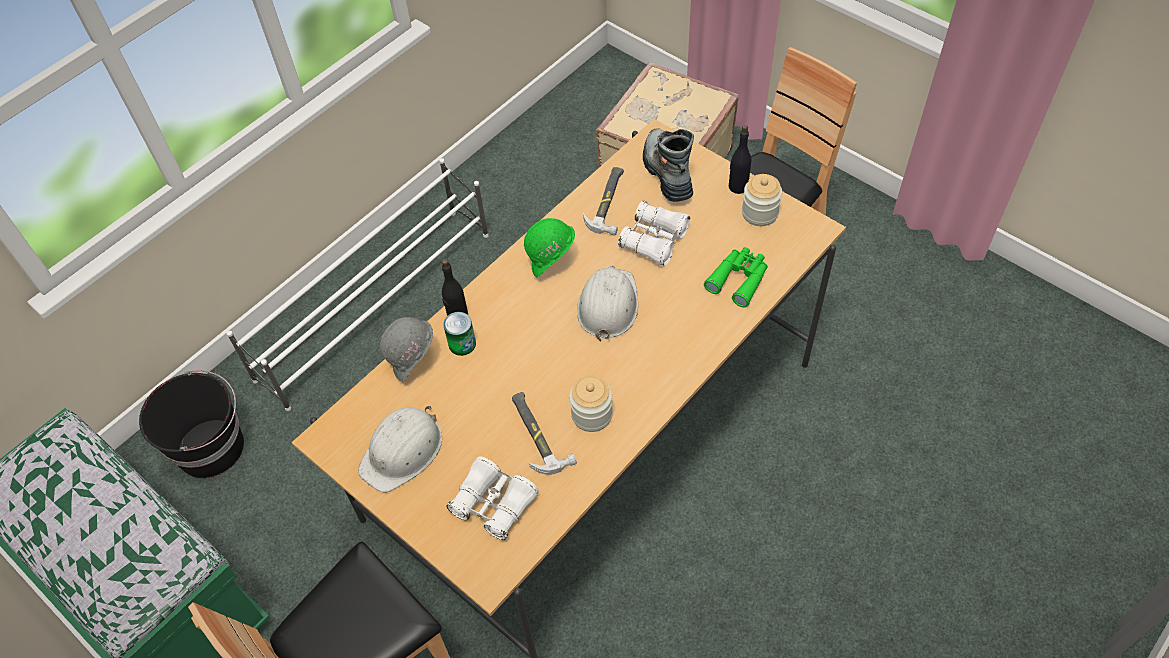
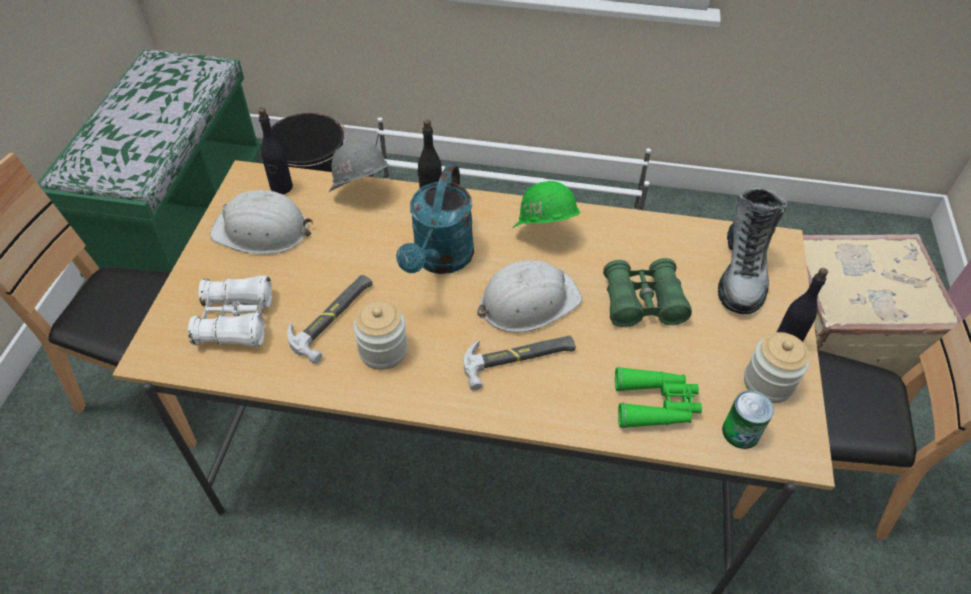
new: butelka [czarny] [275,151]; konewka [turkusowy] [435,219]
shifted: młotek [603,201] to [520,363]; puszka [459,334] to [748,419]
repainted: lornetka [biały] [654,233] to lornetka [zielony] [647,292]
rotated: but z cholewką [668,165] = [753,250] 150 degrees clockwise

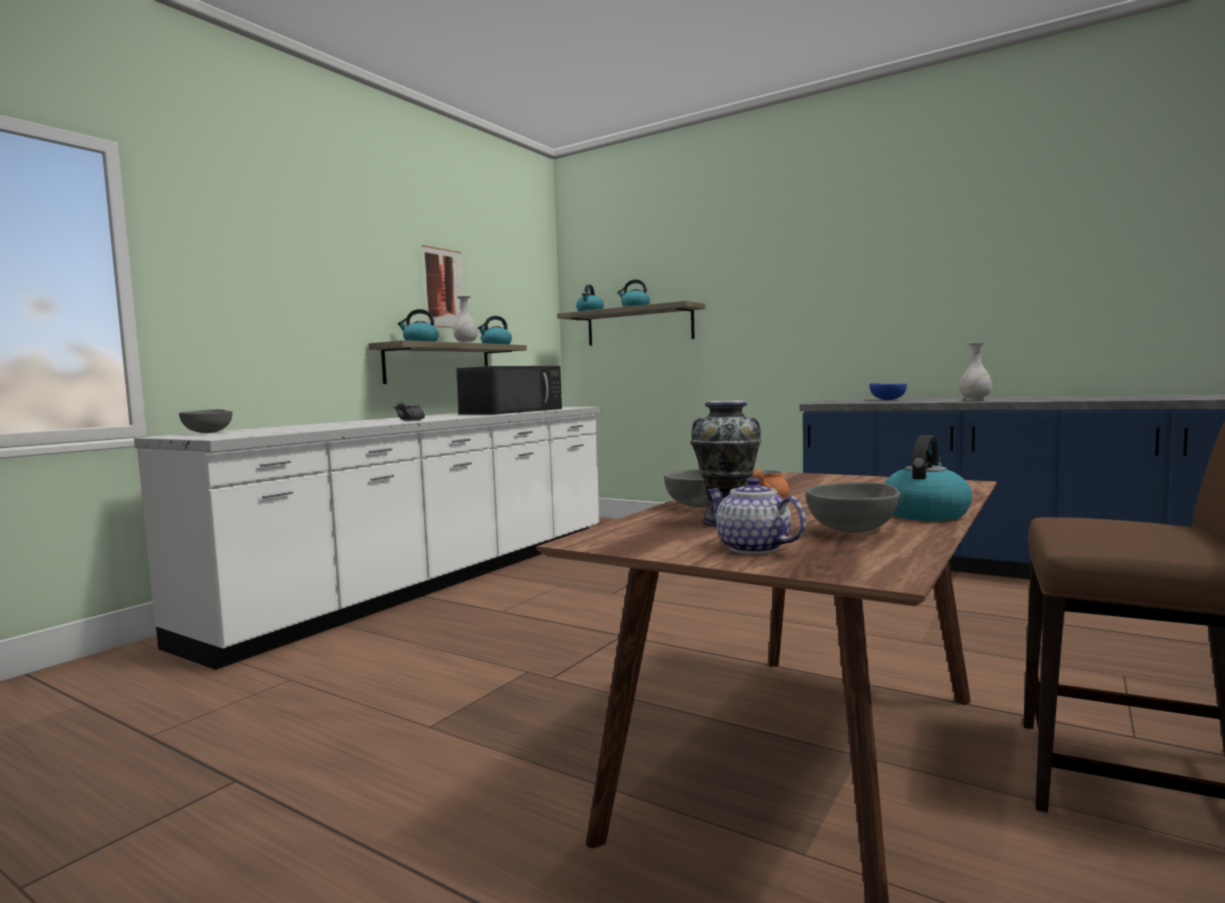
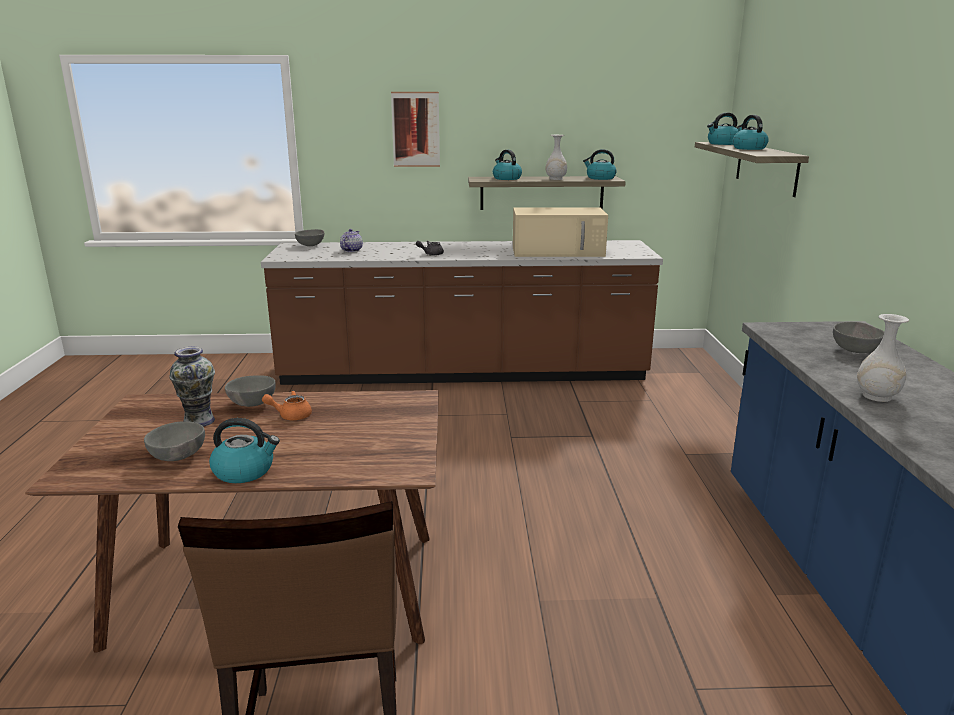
shifted: imbryk [756,515] to [351,240]; obraz [442,286] to [415,129]
repainted: zabudowa kuchenna [biały] [367,538] to zabudowa kuchenna [brązowy] [462,312]; mikrofalówka [czarny] [509,390] to mikrofalówka [beżowy] [560,232]; miska [niebieski] [888,391] to miska [szary] [858,337]

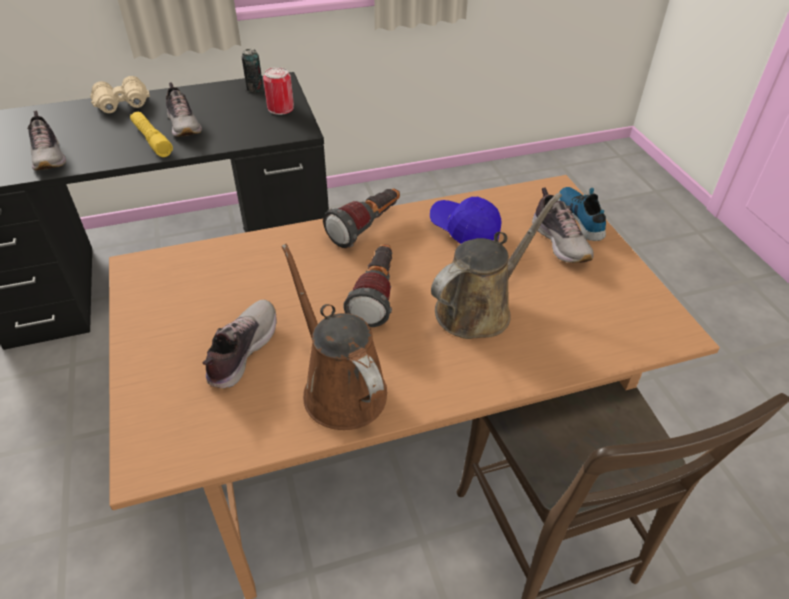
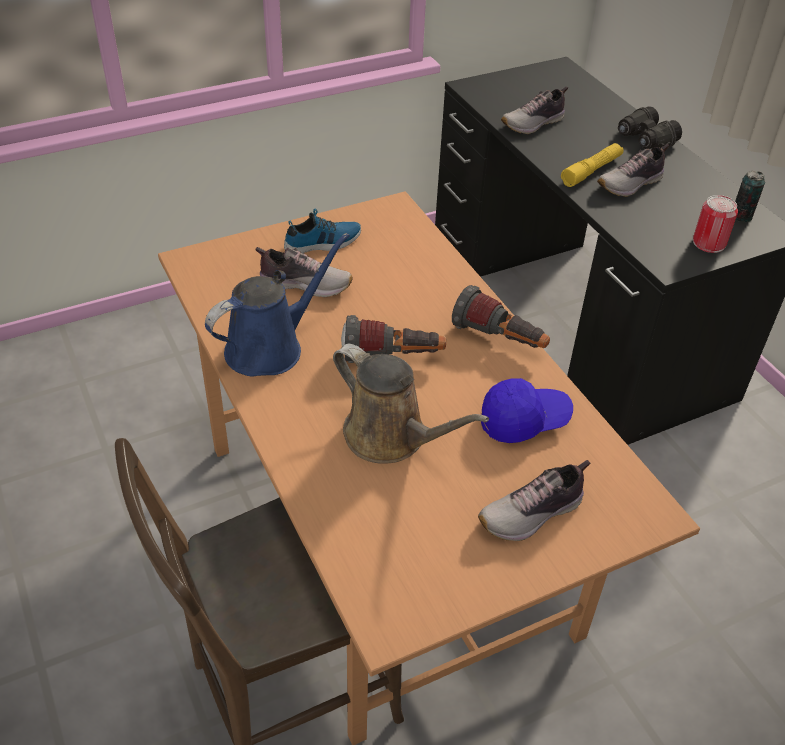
shifted: but [582,214] to [322,231]
repainted: konewka [brązowy] [334,337] to konewka [niebieski] [277,304]; lornetka [beżowy] [120,94] to lornetka [czarny] [650,127]
rotated: czapka z daszkiem [niebieski] [465,220] = [527,410] 45 degrees clockwise

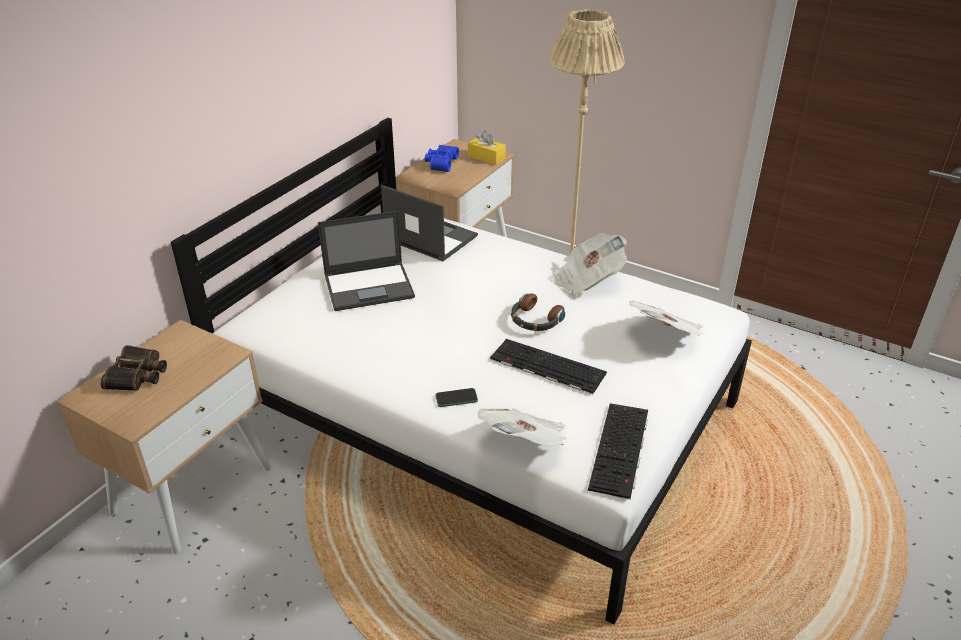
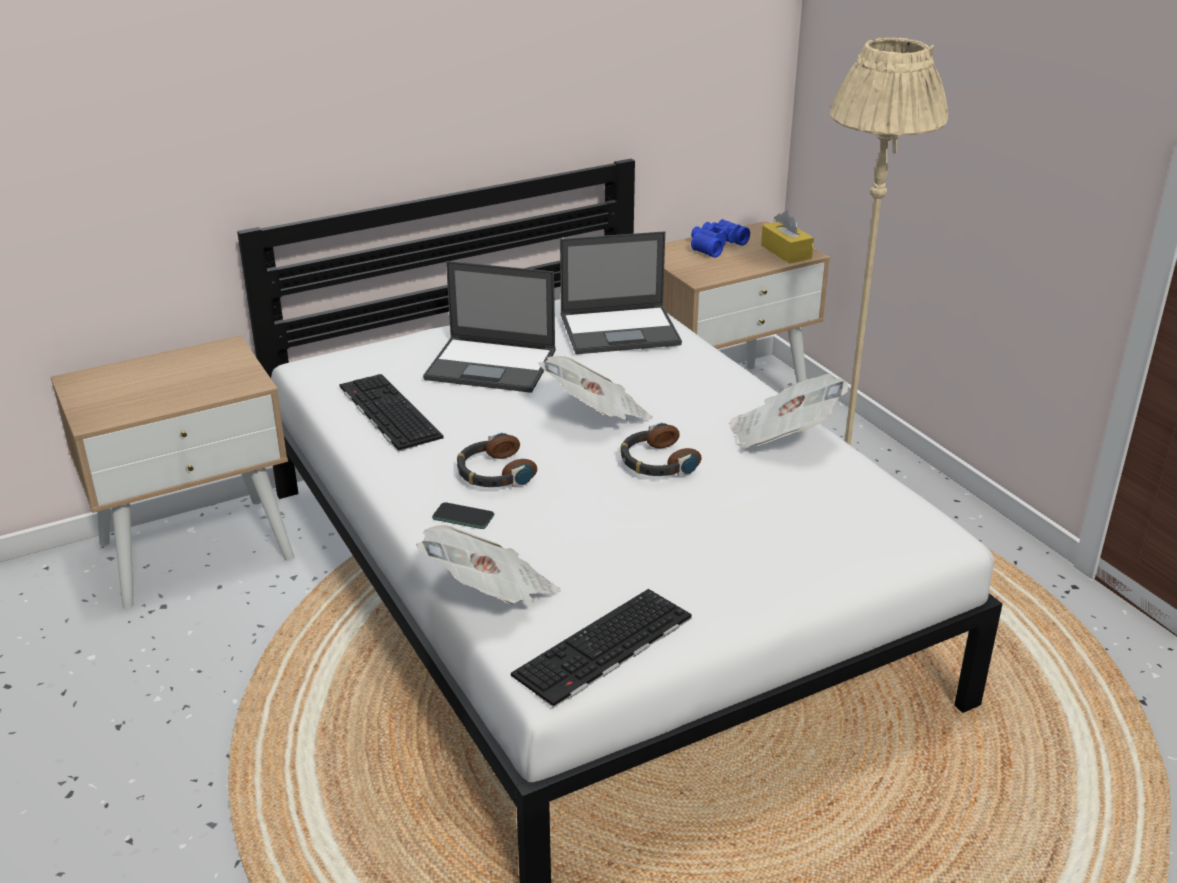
gone: lornetka [133,368]
new: słuchawki [497,460]
shifted: klawiatura [548,366] to [391,413]; gazeta [666,318] to [595,388]
rotated: laptop [429,223] = [621,292] 105 degrees clockwise

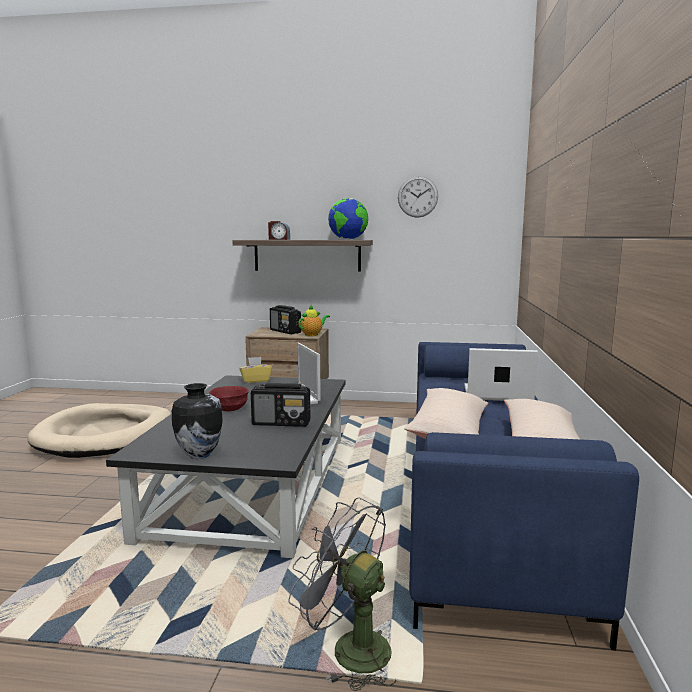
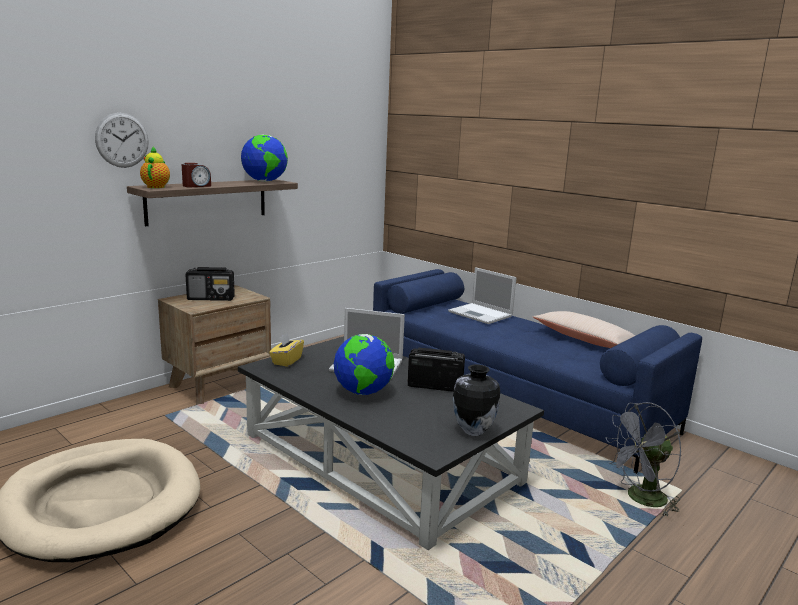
gone: poduszka [beżowy] [446,413]
shifted: zegar ścienny [418,197] to [122,140]; imbryk [314,320] to [155,167]
swapped: miska [czerwony] [229,398] to globus [364,364]
rotated: radio [280,405] = [436,370] 120 degrees counterclockwise; laptop [501,374] = [482,295] 90 degrees counterclockwise

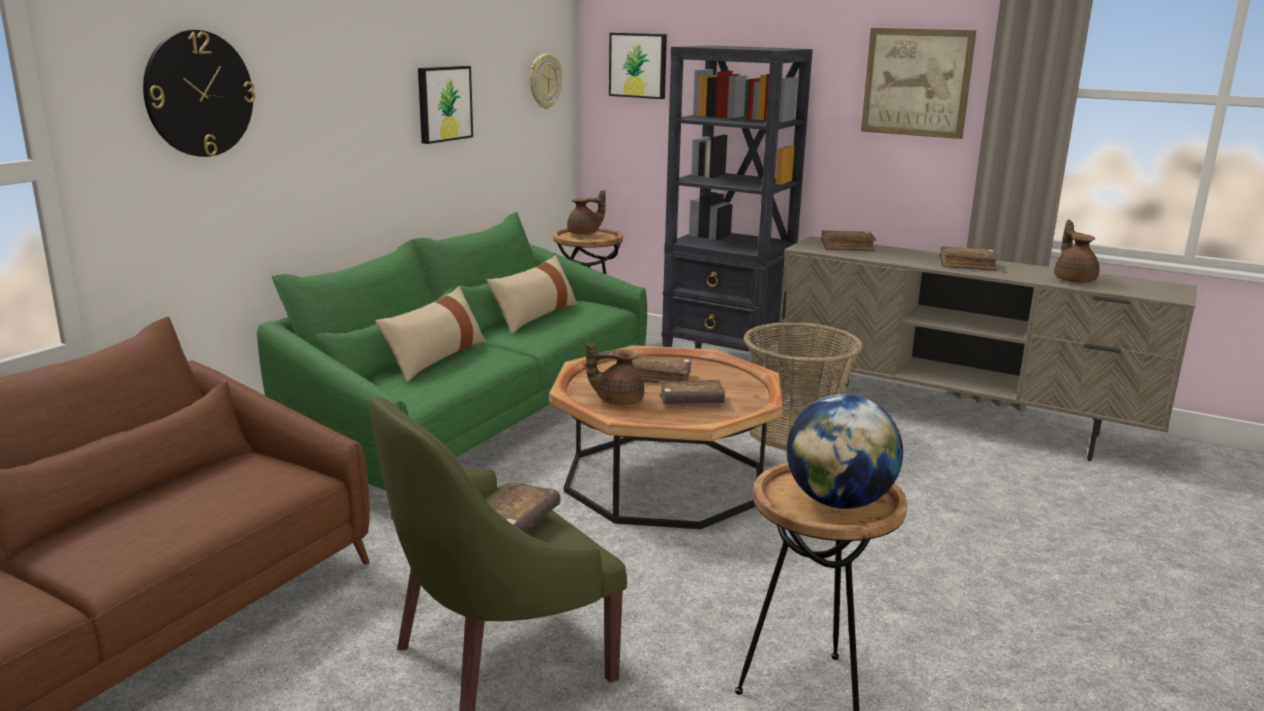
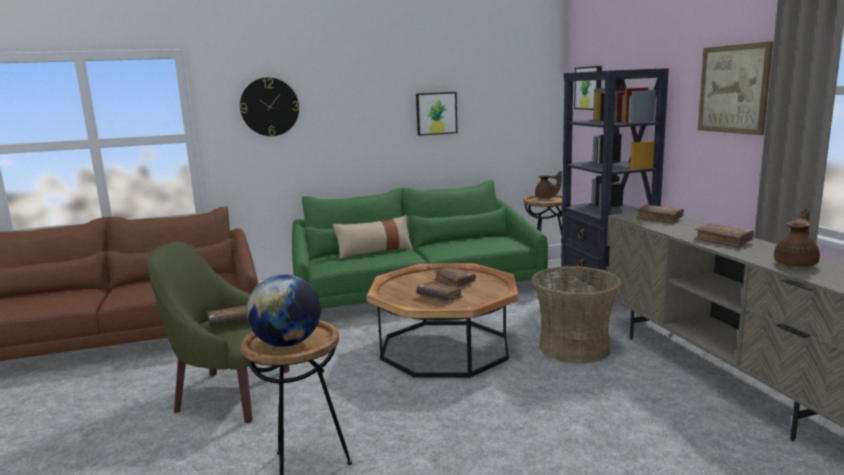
gone: poduszka [beżowy] [532,294]; zegar ścienny [546,81]; imbryk [brązowy] [615,374]

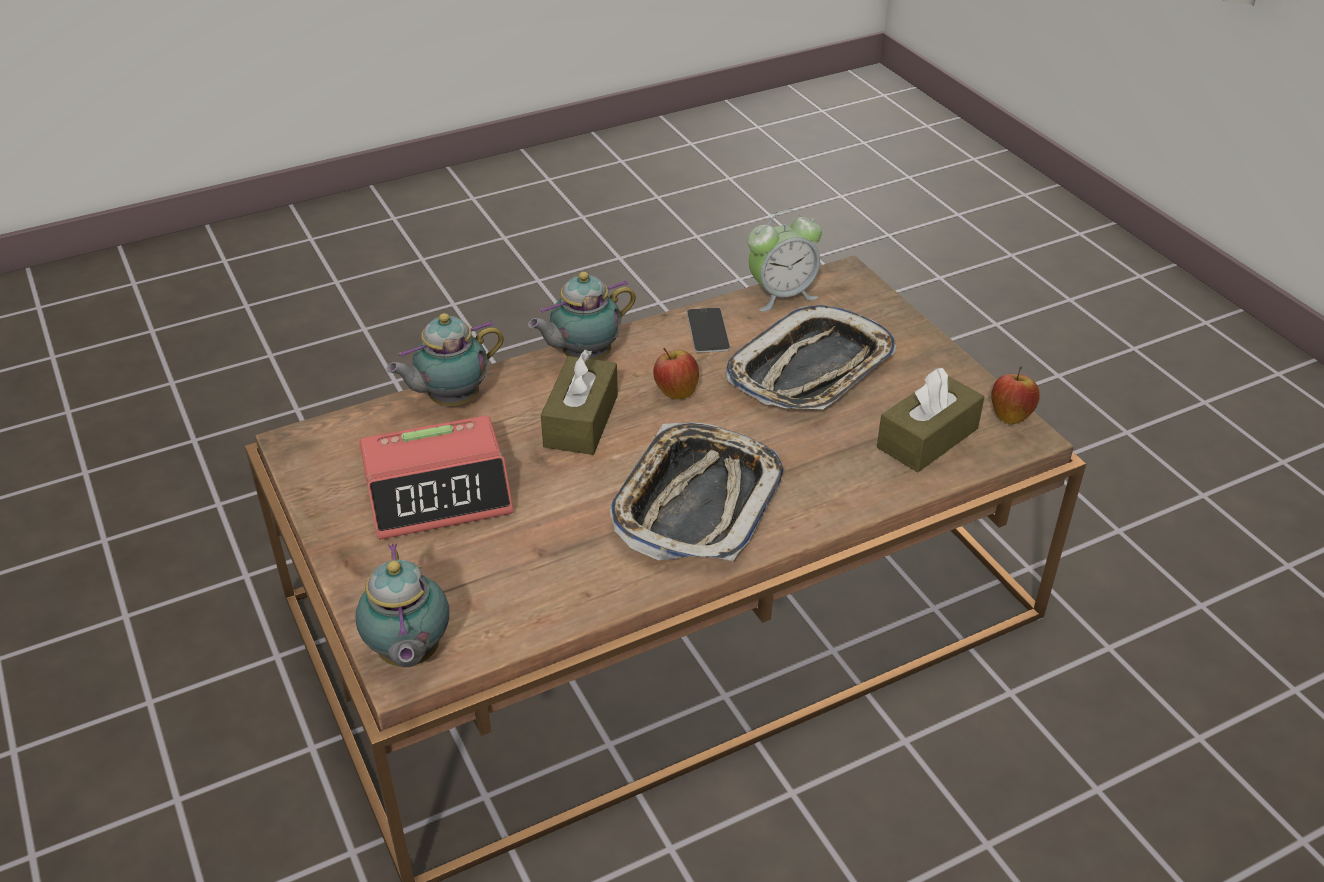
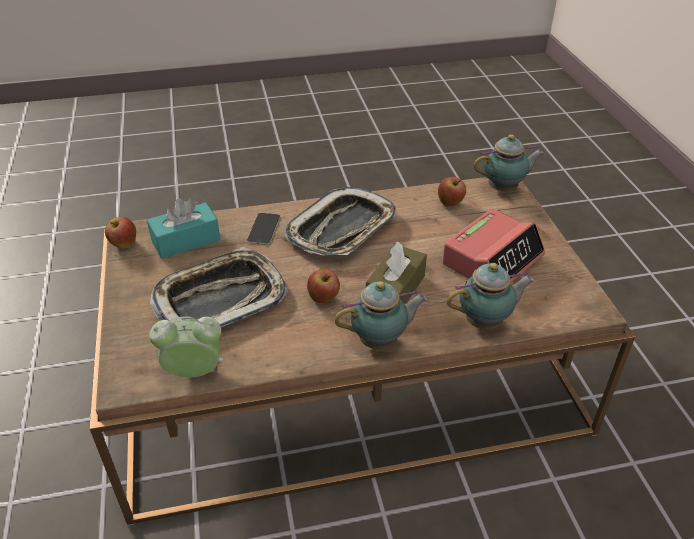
new: jabłko [452,191]
shifted: telefon [708,330] to [263,229]
repainted: pudełko chusteczek [brązowy] [930,420] to pudełko chusteczek [turkusowy] [184,228]
rotated: budzik [436,477] = [493,245] 135 degrees clockwise; imbryk [402,605] = [508,162] 75 degrees clockwise

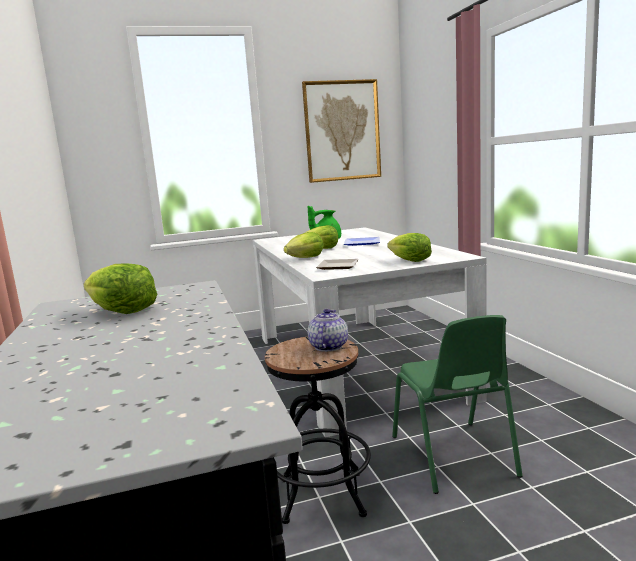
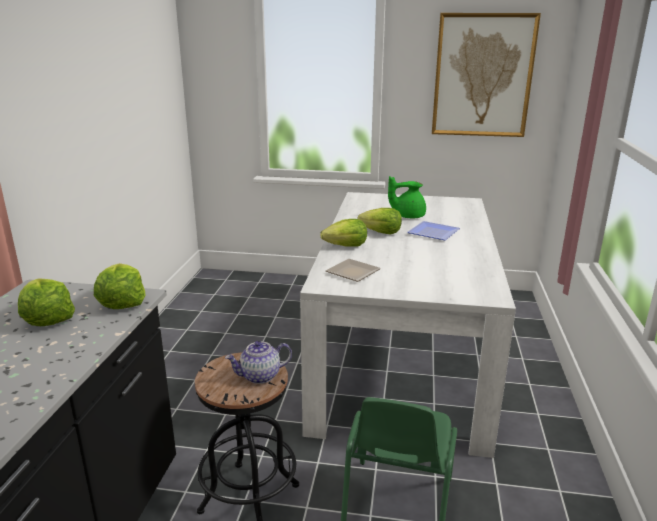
shifted: sałata [409,247] to [119,286]
rotated: imbryk [328,330] = [258,362] 150 degrees counterclockwise

